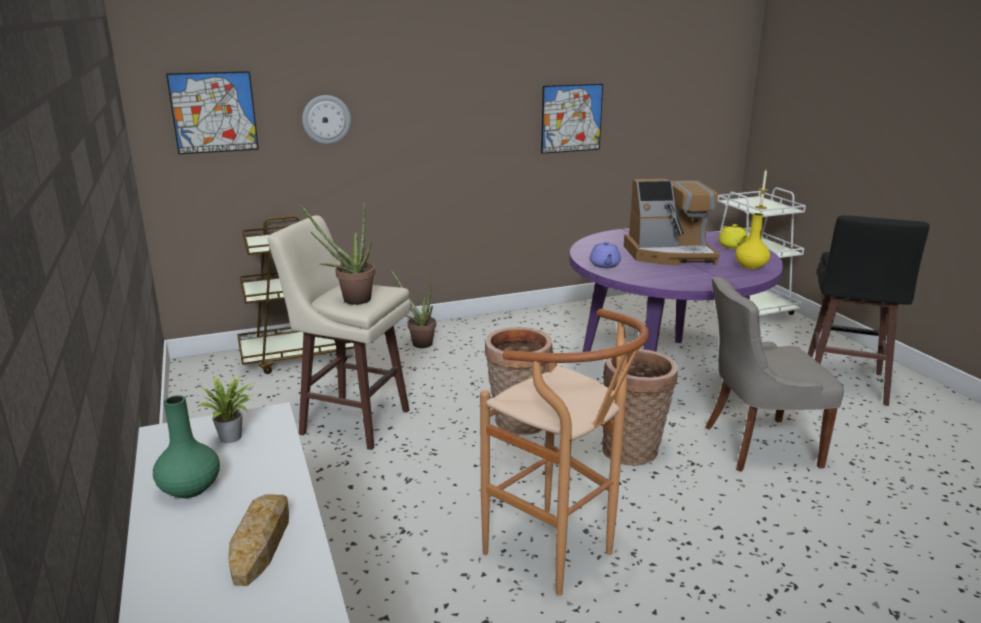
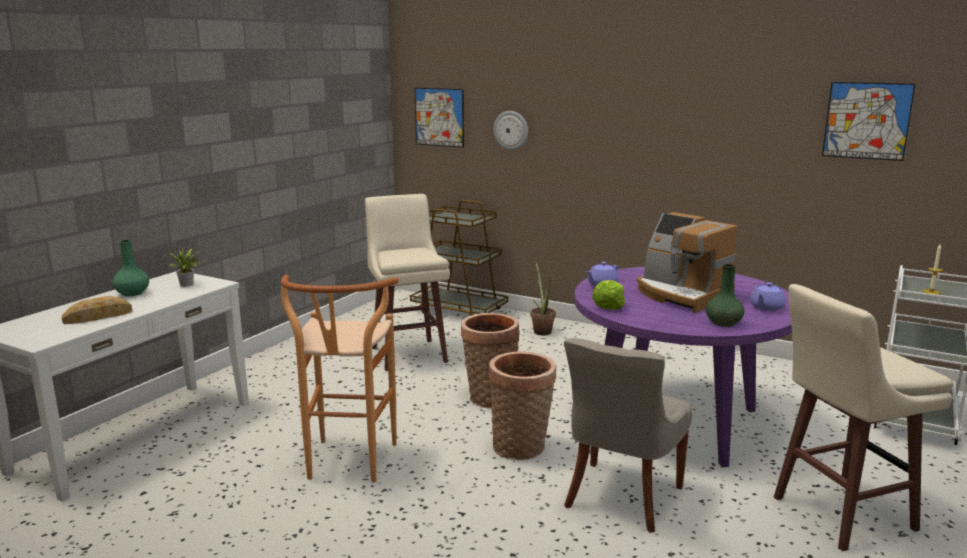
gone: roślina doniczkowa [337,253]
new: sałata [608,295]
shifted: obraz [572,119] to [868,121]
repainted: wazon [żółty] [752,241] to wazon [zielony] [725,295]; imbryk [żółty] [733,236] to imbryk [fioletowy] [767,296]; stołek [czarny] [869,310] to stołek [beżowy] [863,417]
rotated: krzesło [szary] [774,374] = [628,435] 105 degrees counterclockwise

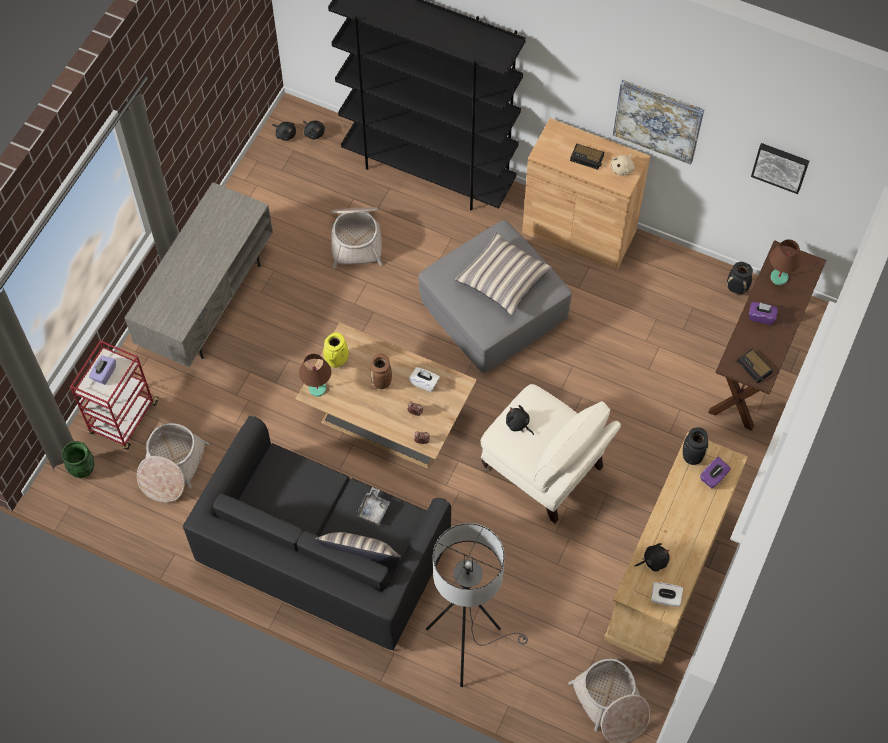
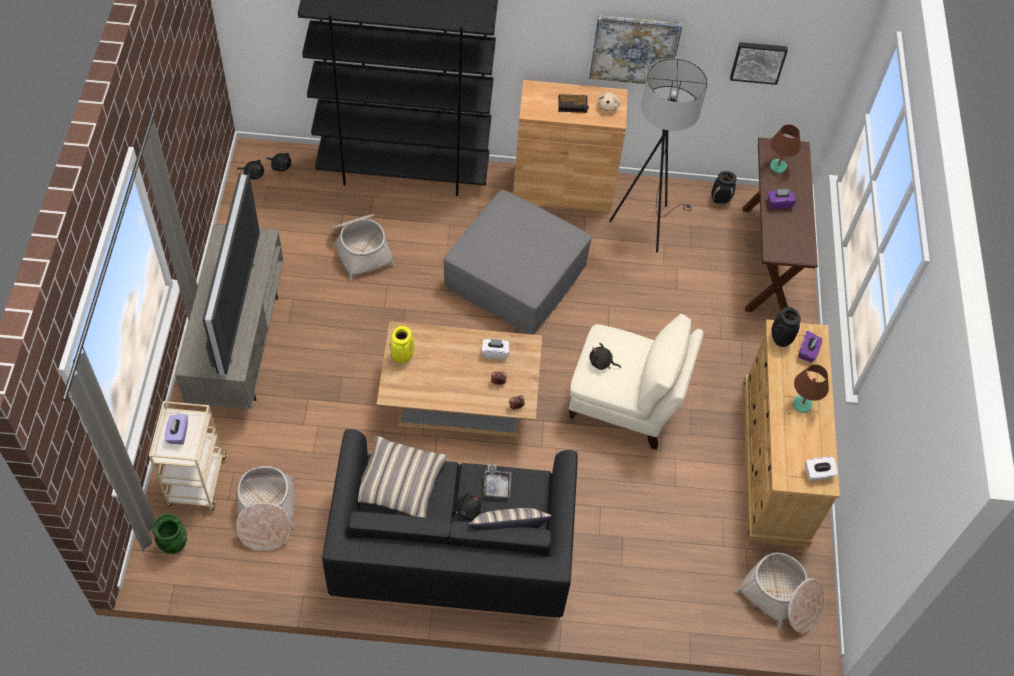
gone: wazon [brązowy] [381,371]; budzik [755,366]
new: telewizor [231,274]
shifted: poduszka [503,274] to [403,476]; pluszak [czarny] [652,557] to [465,507]; lampa stojąca [szary] [477,605] to [658,155]; lampa stołowa [brązowy] [315,375] to [811,388]
repainted: wózek [czerwony] [114,395] to wózek [beżowy] [188,455]

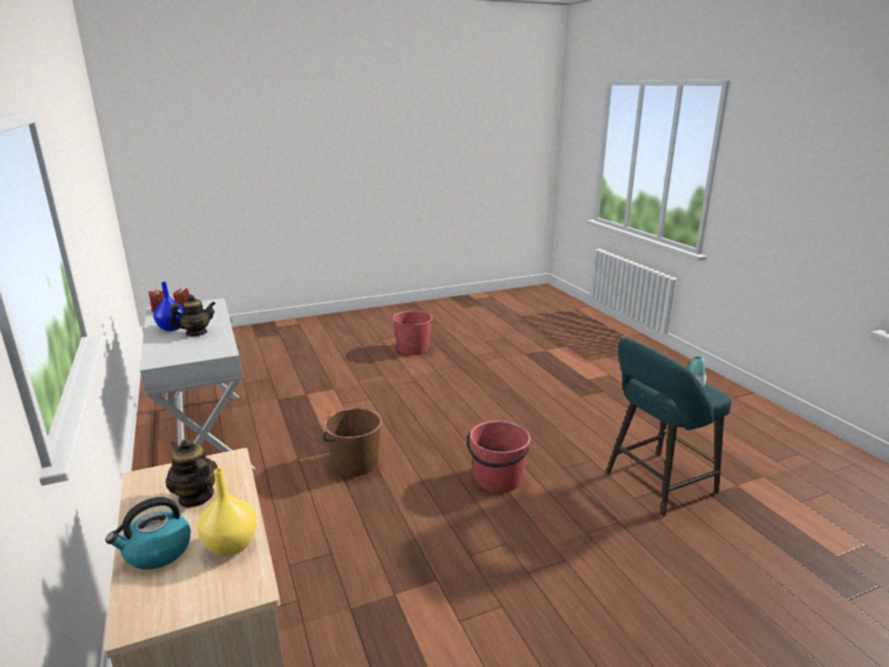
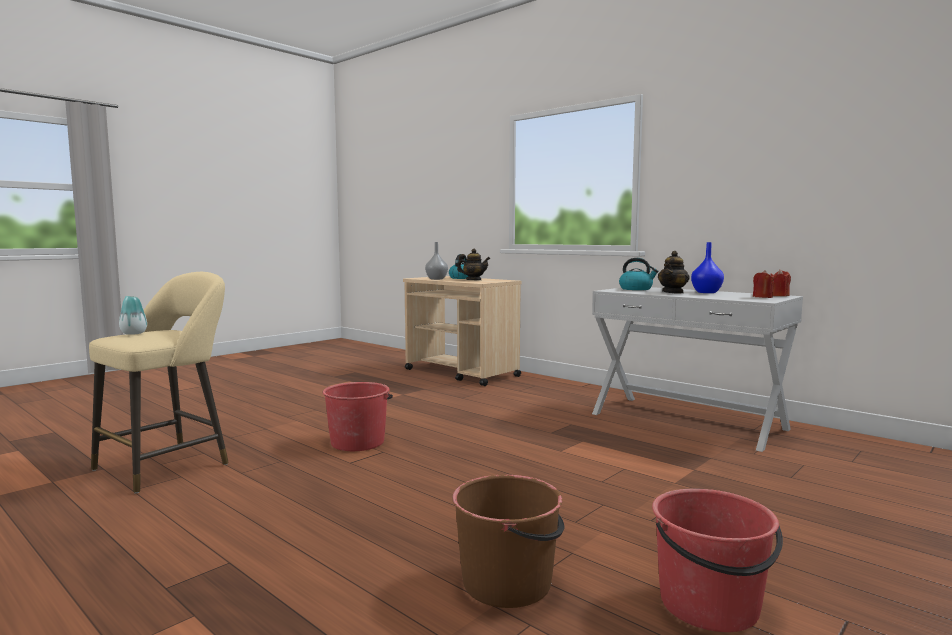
new: czajnik [639,274]
shifted: wiadro [brązowy] [352,442] to [508,541]
repainted: stołek [turkusowy] [669,427] to stołek [beżowy] [159,382]; wazon [żółty] [227,512] to wazon [szary] [436,261]

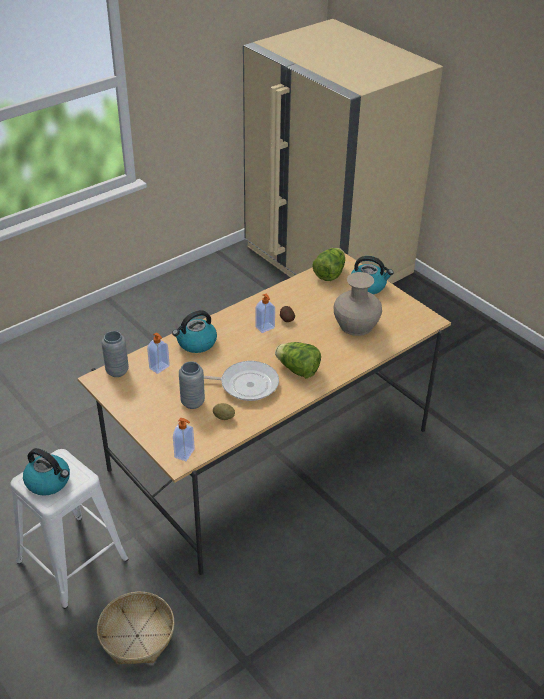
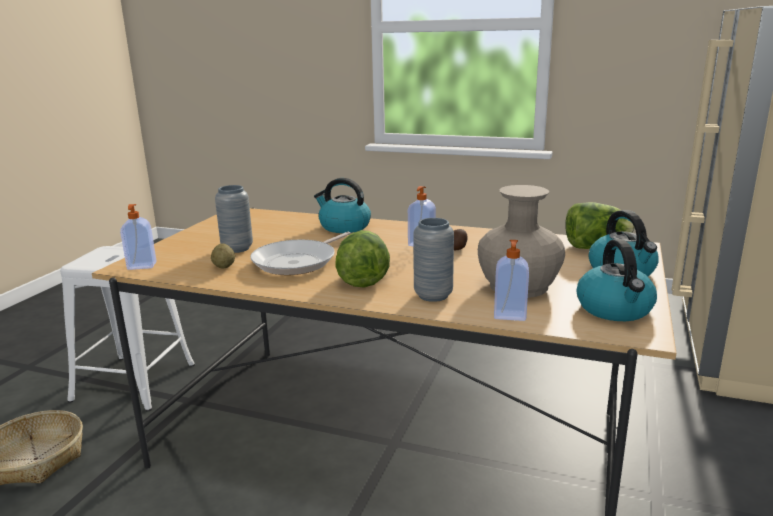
shifted: wazon [szary] [115,354] to [433,260]; dozownik mydła [158,353] to [511,280]; czajnik [46,472] to [617,280]
rotated: patelnia [241,381] = [300,253] 60 degrees clockwise

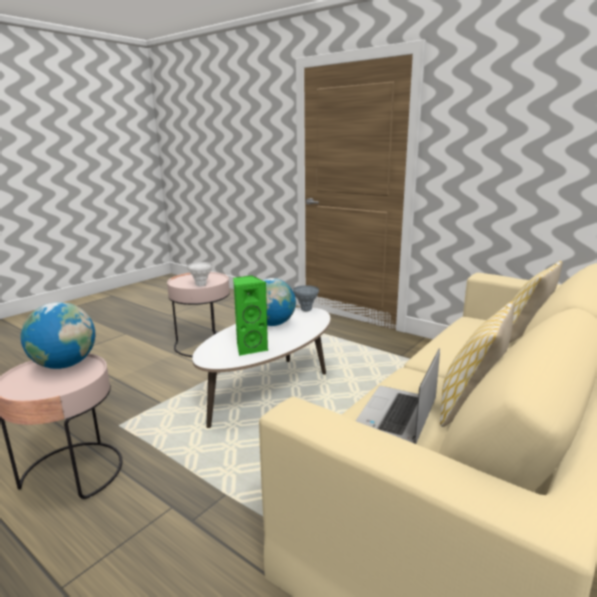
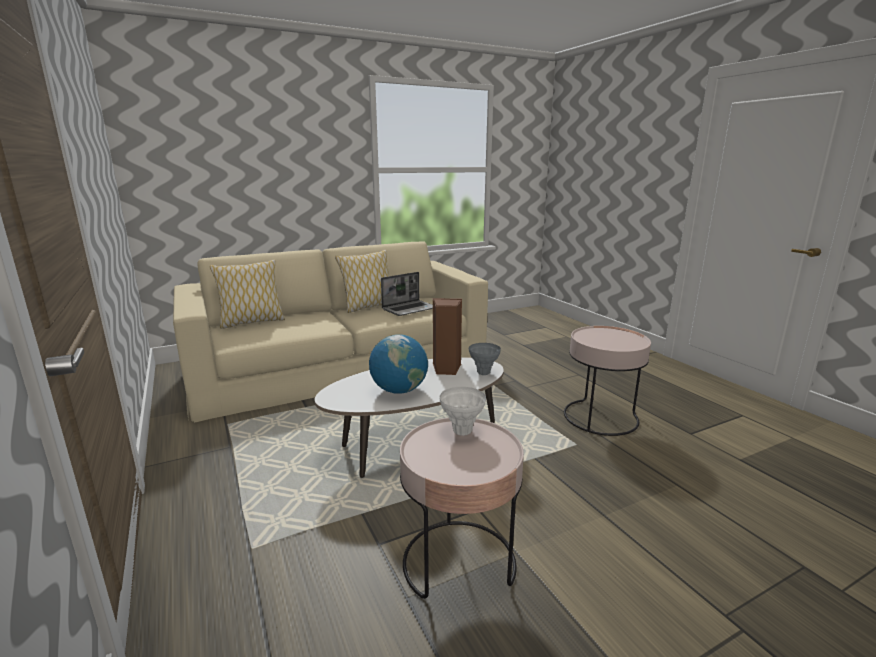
gone: globus [58,335]
shifted: wazon [szary] [306,298] to [485,359]
repainted: głośnik [zielony] [250,315] to głośnik [brązowy] [447,336]

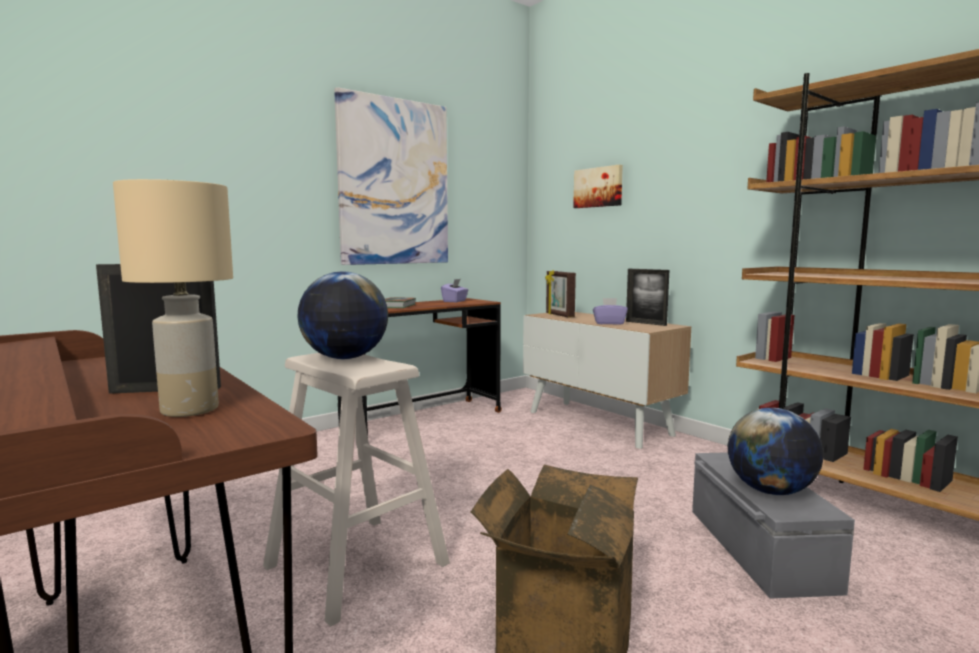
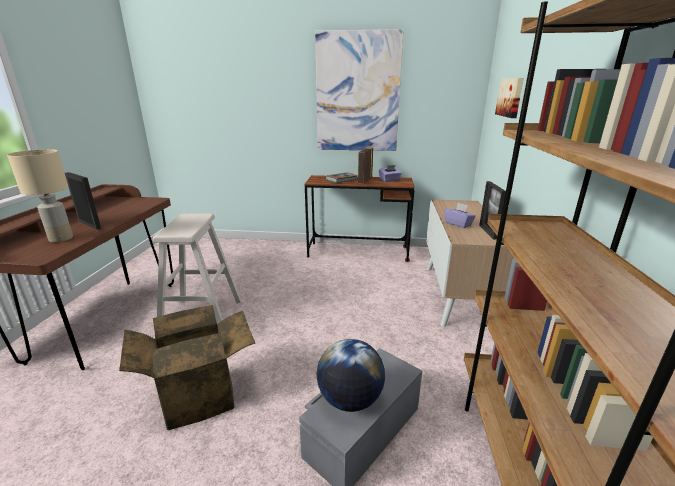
gone: globus [342,315]
shifted: ramka na zdjęcie [560,294] to [365,166]

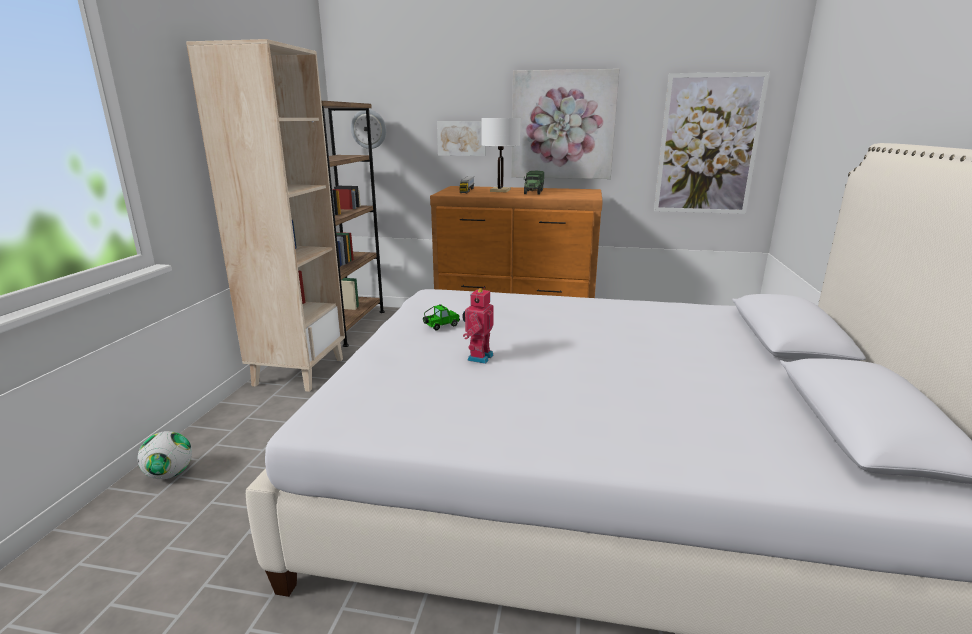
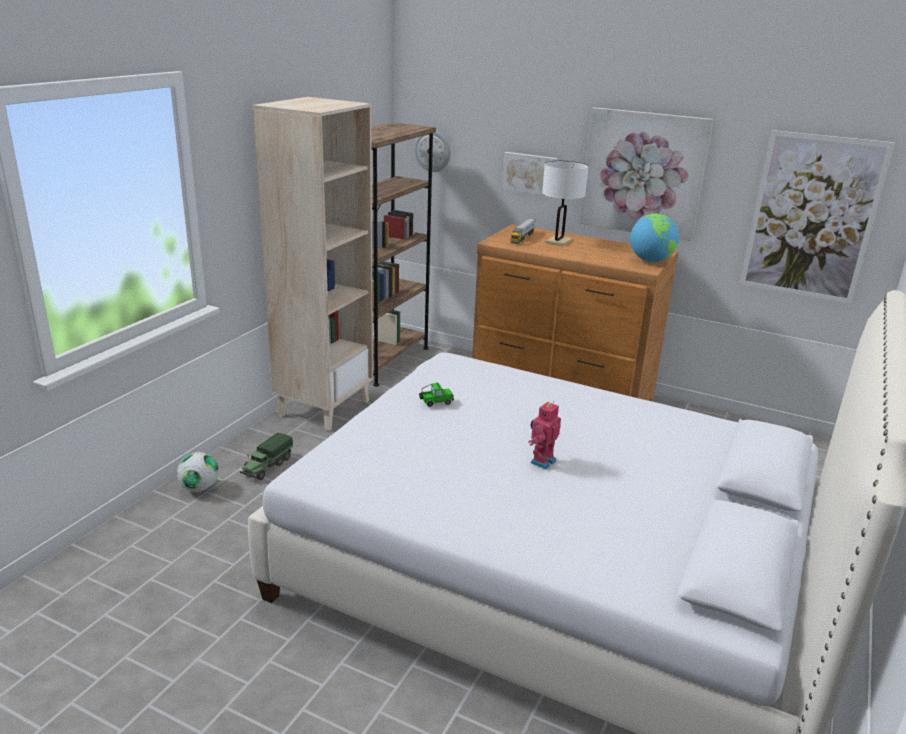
new: globus [654,238]
shifted: ciężarówka zabawkowa [534,182] to [266,456]; robot zabawkowy [478,325] to [544,435]

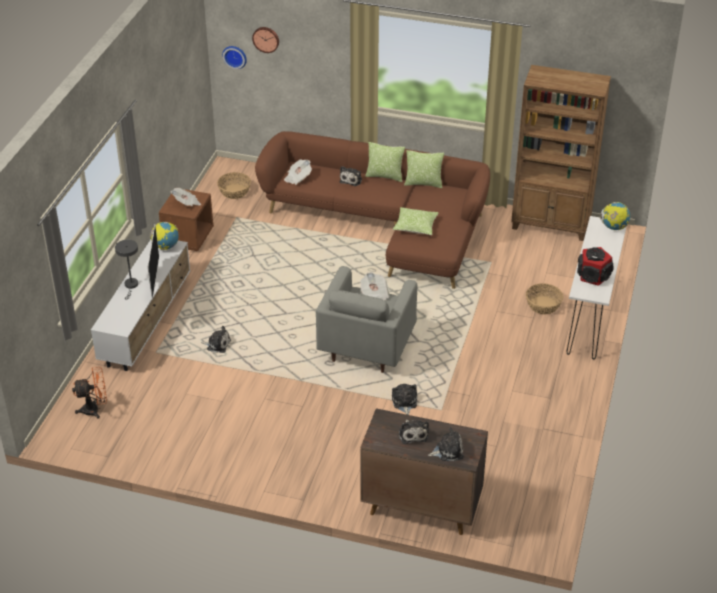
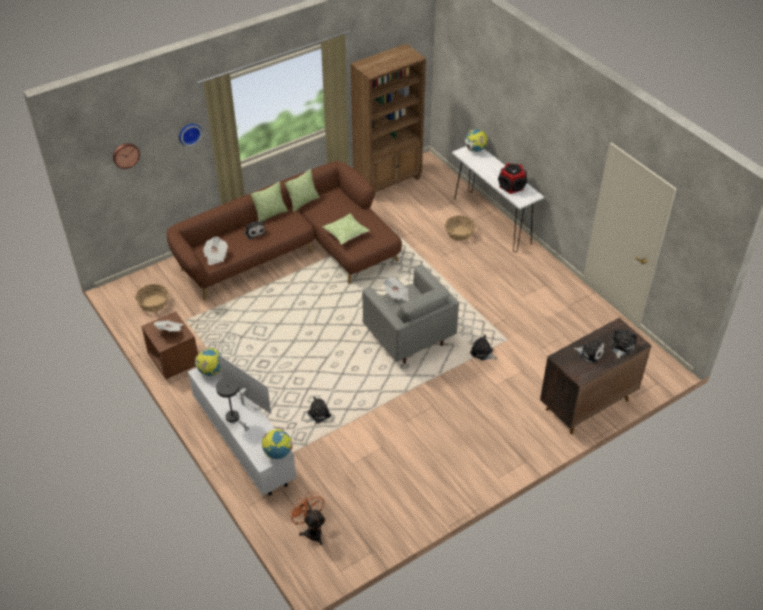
new: globus [277,444]
shifted: zegar ścienny [234,57] to [190,135]
rotated: wentylator [pomarańczowy] [89,393] = [307,518] 60 degrees counterclockwise

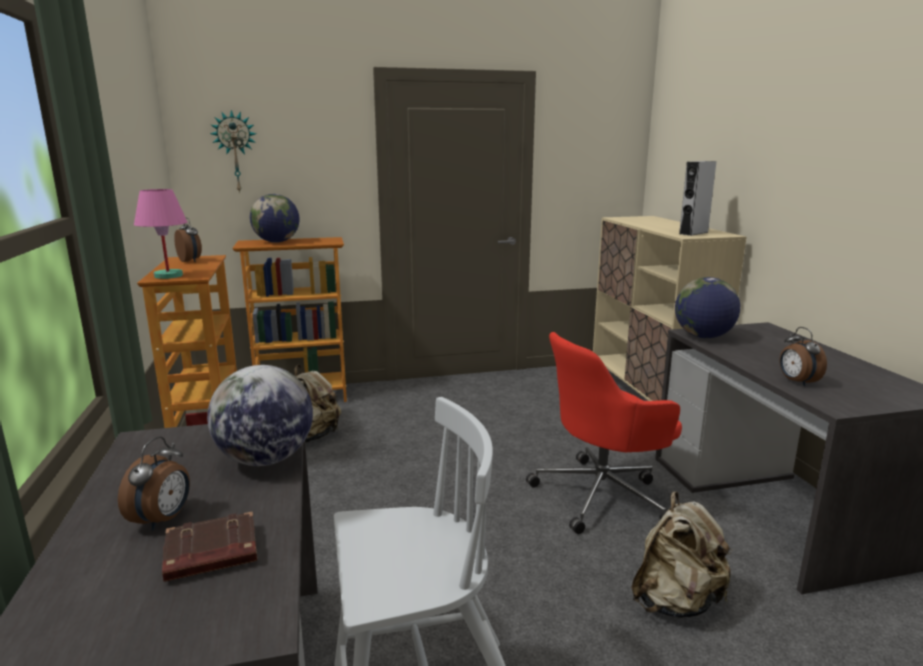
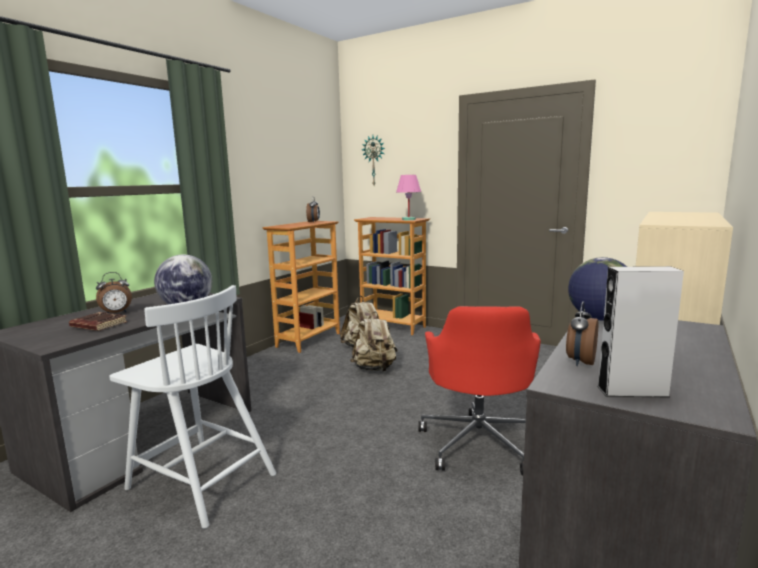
gone: globus [274,218]
shifted: plecak [beżowy] [682,555] to [374,341]; lampa stołowa [różowy] [160,234] to [408,197]; głośnik [szary] [698,198] to [640,332]
rotated: krzesło biurowe [czerwony] [604,433] = [479,390] 105 degrees counterclockwise

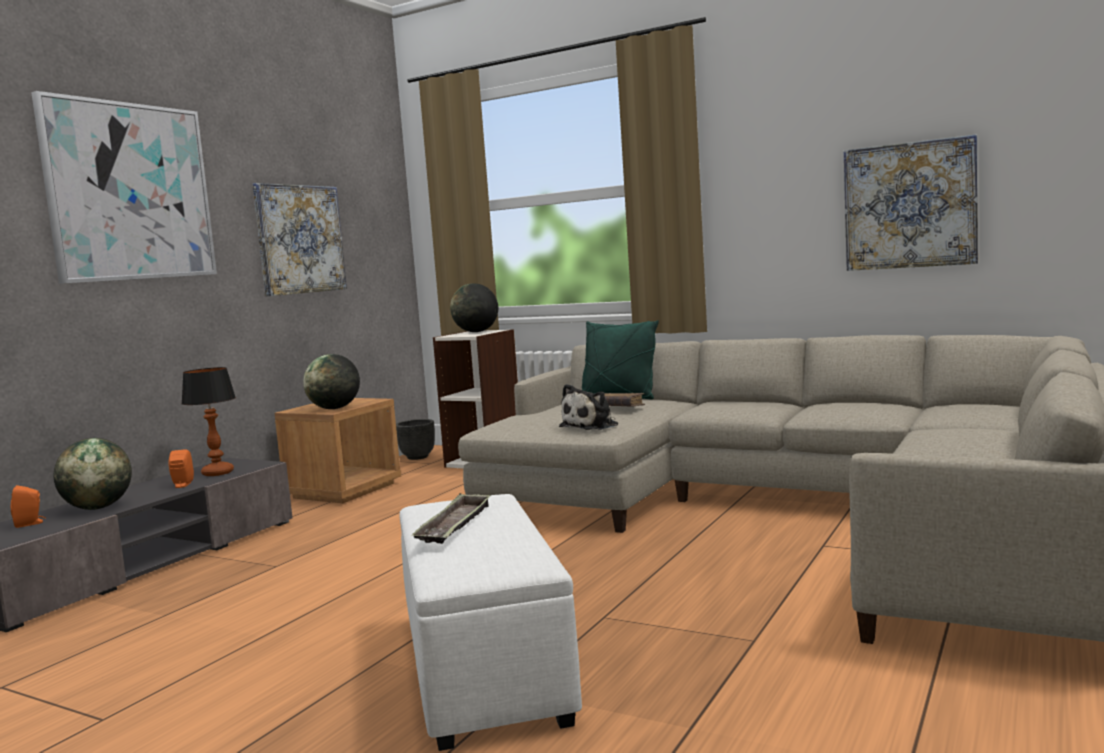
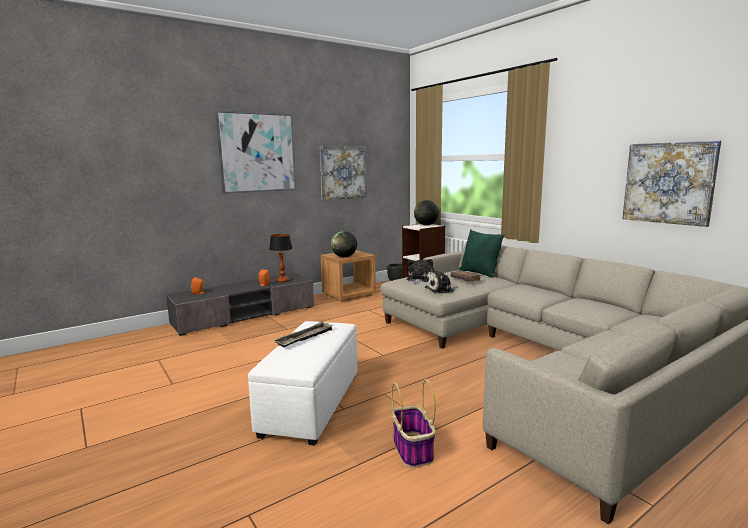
gone: globus [92,474]
new: koszyk [413,423]; pluszak [420,271]

